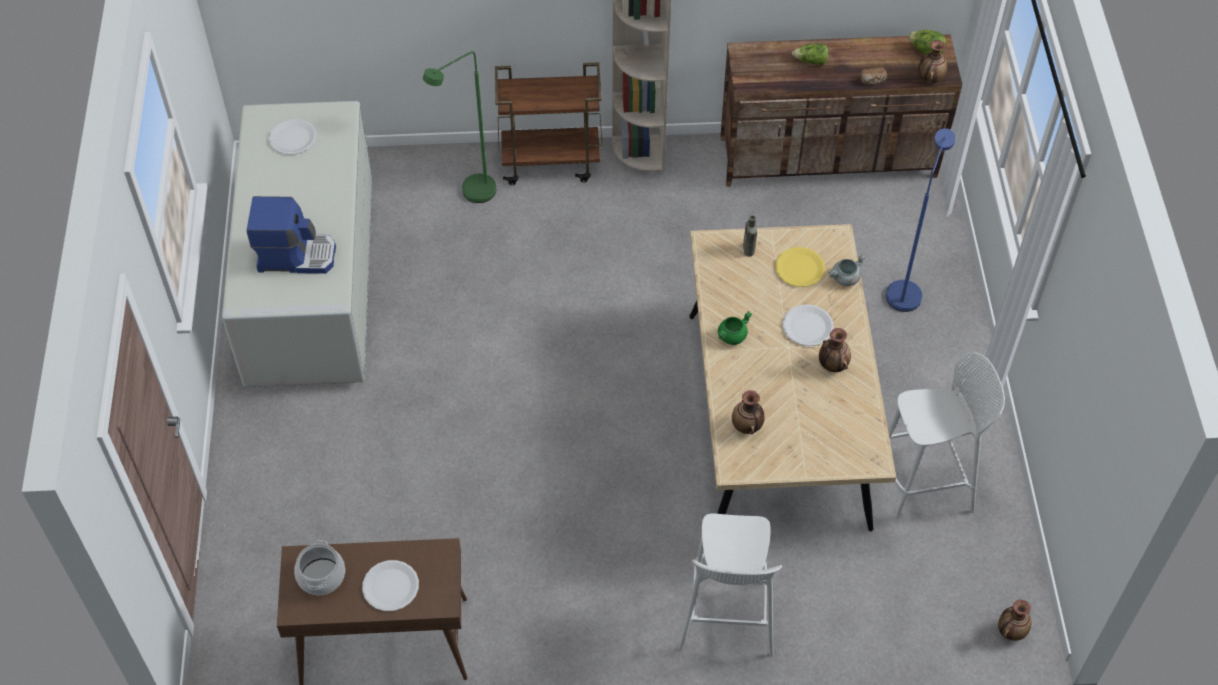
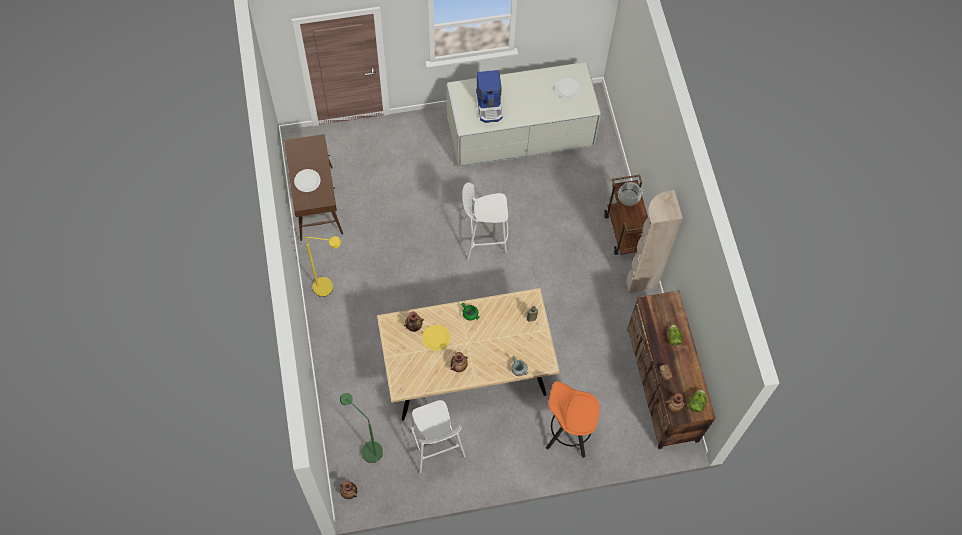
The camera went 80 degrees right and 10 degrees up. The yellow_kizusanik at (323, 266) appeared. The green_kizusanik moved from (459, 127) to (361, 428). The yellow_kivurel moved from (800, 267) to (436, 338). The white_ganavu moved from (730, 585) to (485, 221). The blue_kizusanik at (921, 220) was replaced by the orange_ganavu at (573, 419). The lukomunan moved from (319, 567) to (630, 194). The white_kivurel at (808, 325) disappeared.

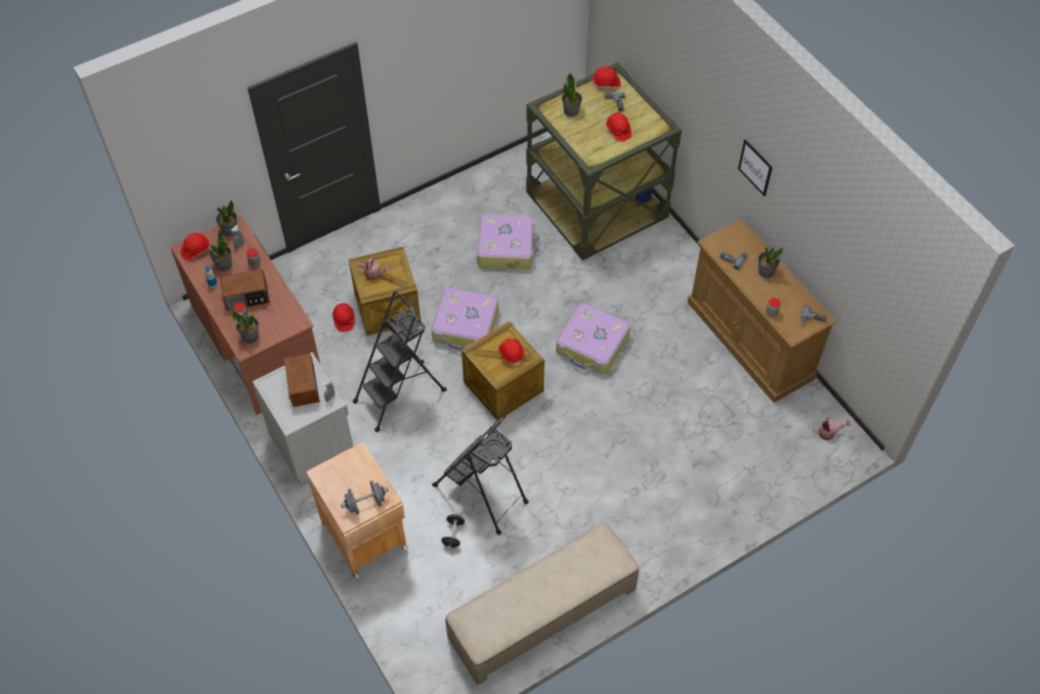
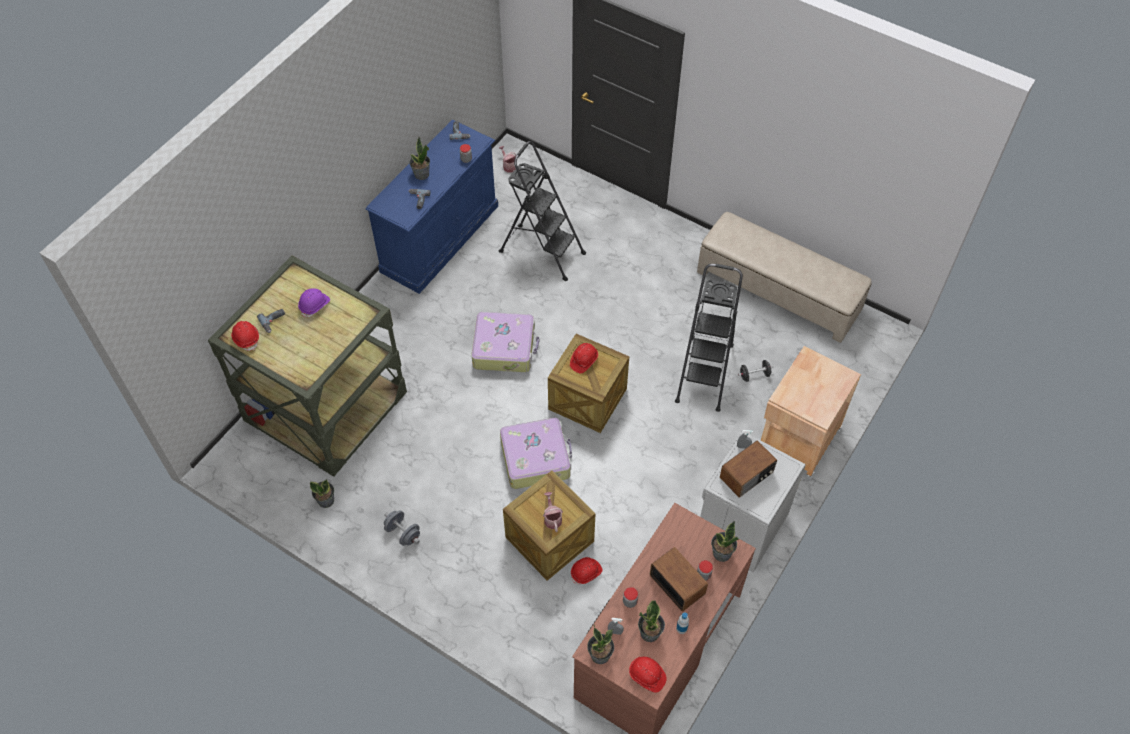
The camera went 115 degrees left and 0 degrees up. The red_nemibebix at (619, 127) became the purple_nemibebix at (314, 303). The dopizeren moved from (572, 95) to (321, 493). The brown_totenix at (761, 311) became the blue_totenix at (432, 207). The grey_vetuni moved from (364, 497) to (402, 528). The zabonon moved from (400, 361) to (542, 211). The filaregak at (508, 241) disappeared. The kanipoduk at (755, 167) disappeared.

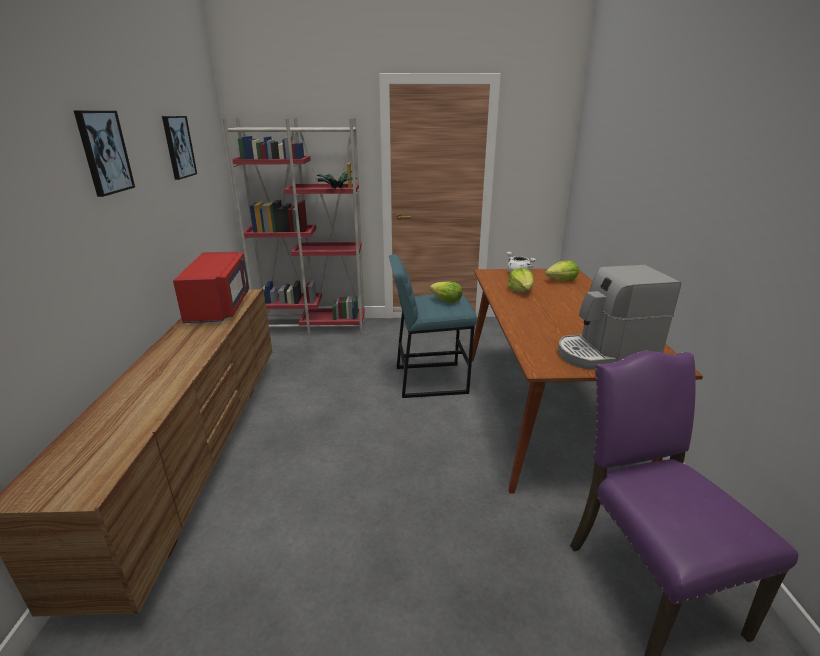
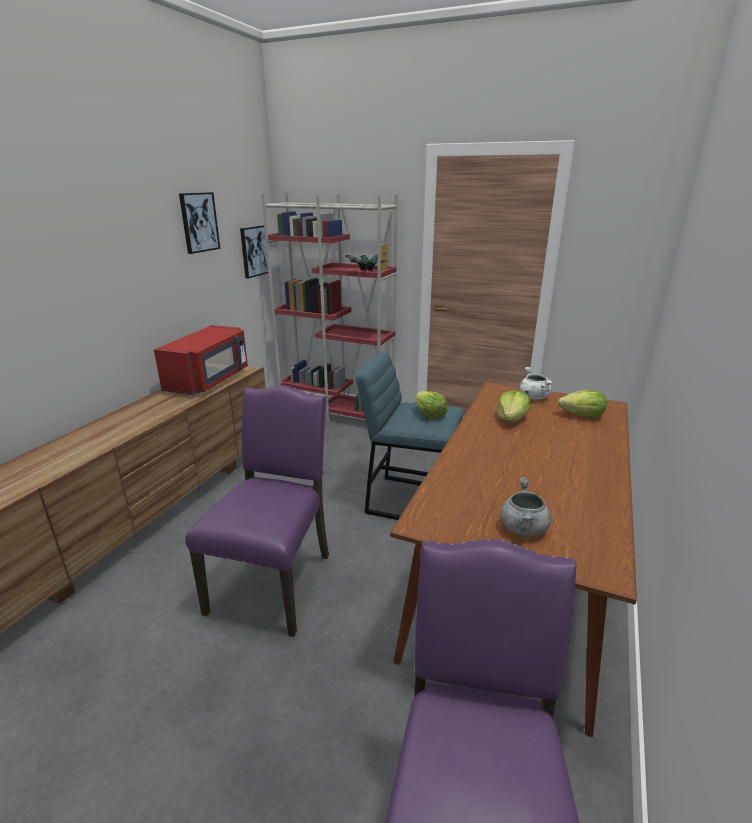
The camera went 25 degrees right and 0 degrees up. The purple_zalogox at (257, 511) appeared. The kanipoduk moved from (104, 154) to (254, 252). The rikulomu at (619, 317) was replaced by the grey_lukomunan at (525, 506).

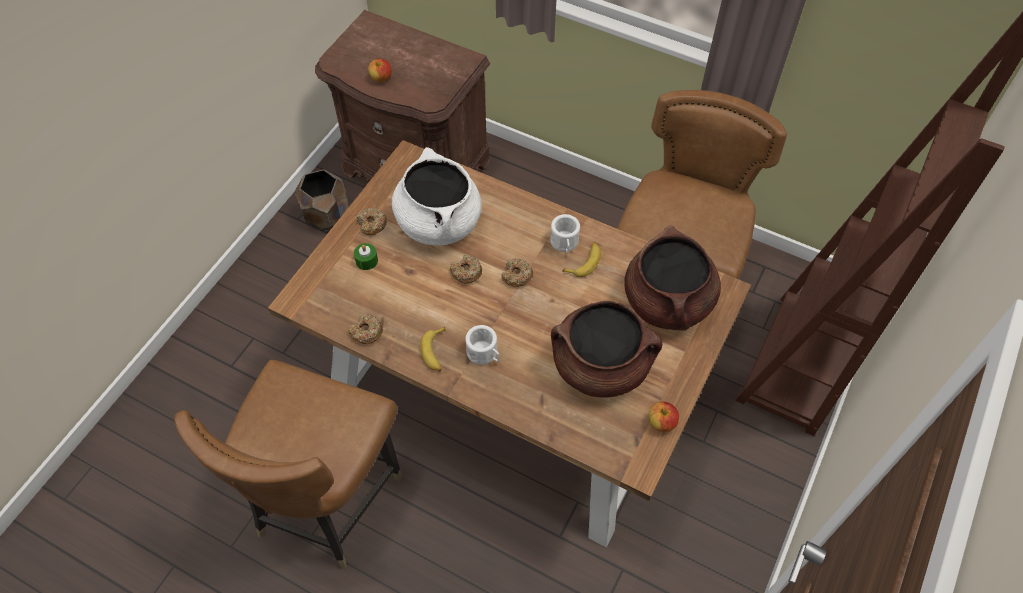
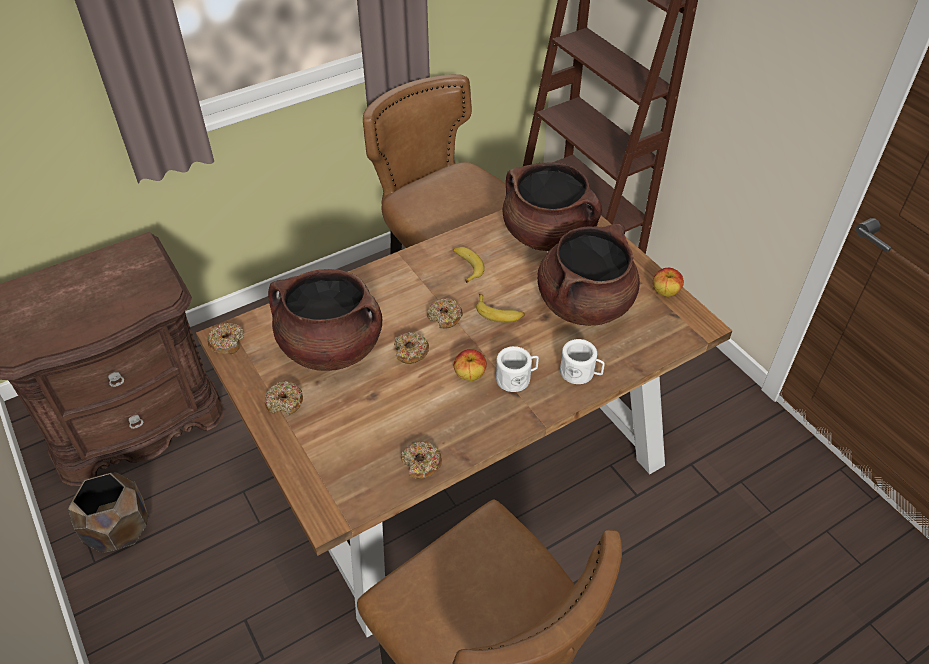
The camera went 60 degrees left and 10 degrees down. The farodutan at (226, 338) appeared. The white_lukomunan at (437, 196) became the brown_lukomunan at (325, 320). The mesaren moved from (380, 70) to (470, 365). The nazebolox moved from (433, 349) to (500, 308). The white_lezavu moved from (565, 234) to (582, 361). The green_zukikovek at (366, 256) disappeared.

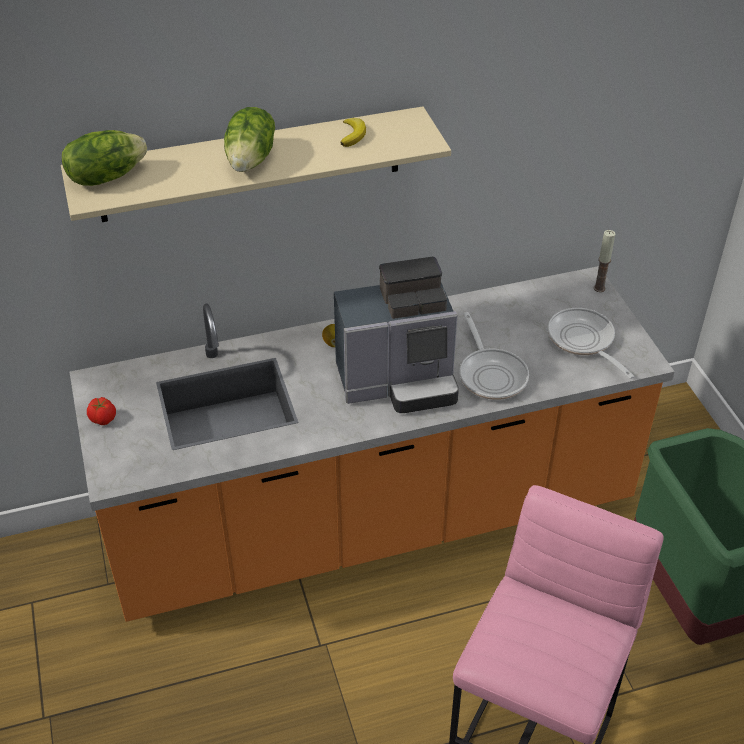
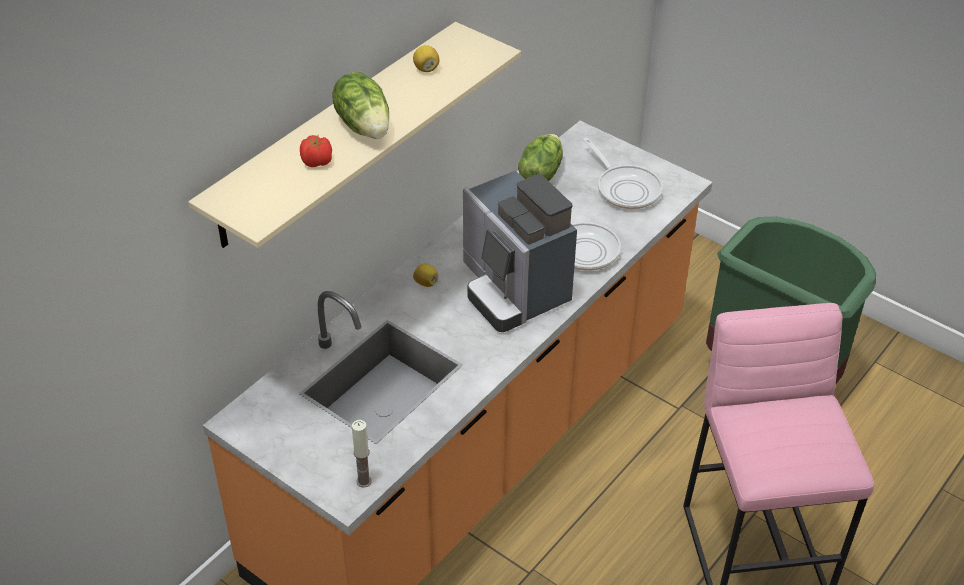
The camera went 35 degrees left and 0 degrees up. The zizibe moved from (101, 411) to (316, 151). The zukikovek moved from (604, 261) to (362, 454). The nazebolox at (353, 132) was replaced by the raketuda at (426, 58). The rikulomu at (396, 335) turned 105 degrees clockwise. The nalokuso moved from (104, 158) to (540, 157). The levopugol at (591, 343) turned 150 degrees counterclockwise.

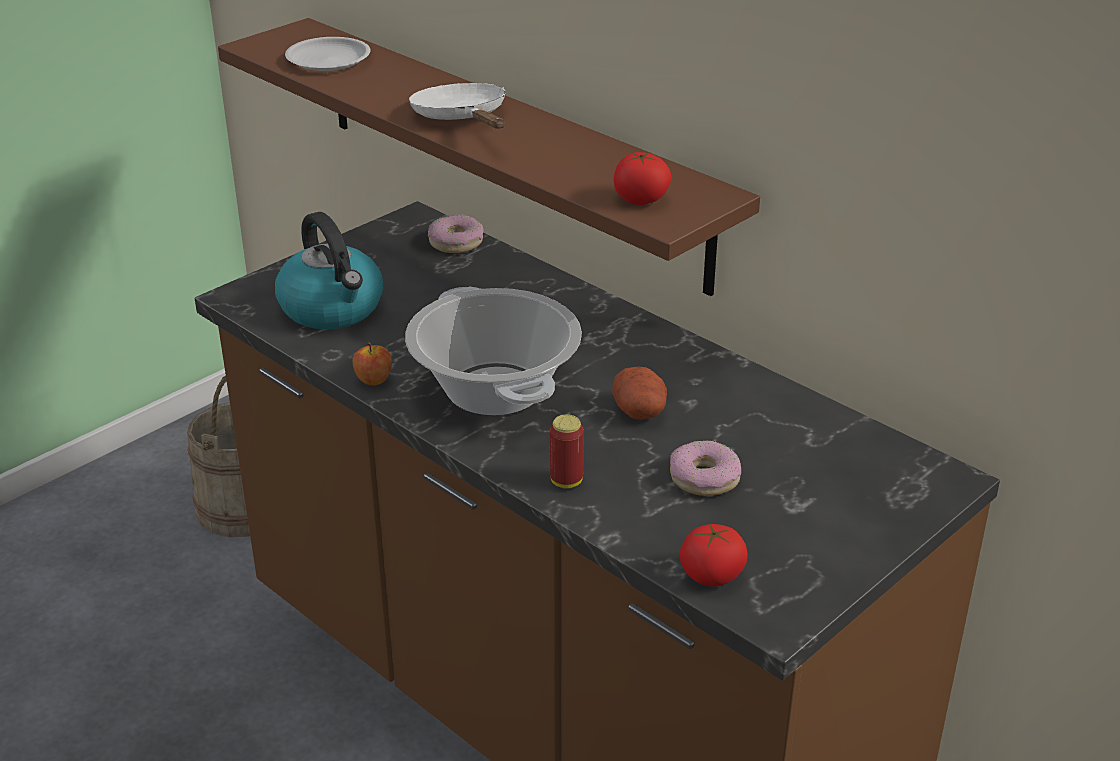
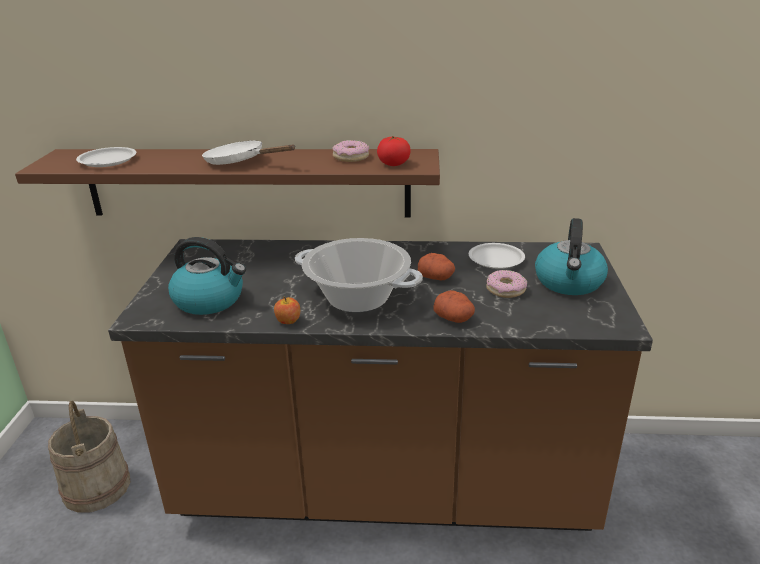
The camera went 40 degrees left and 5 degrees down. The farodutan moved from (456, 234) to (350, 151). The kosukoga at (567, 451) was replaced by the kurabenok at (454, 306). The white_kivurel at (497, 256) appeared. The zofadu at (571, 256) appeared. The zizibe at (713, 555) disappeared.

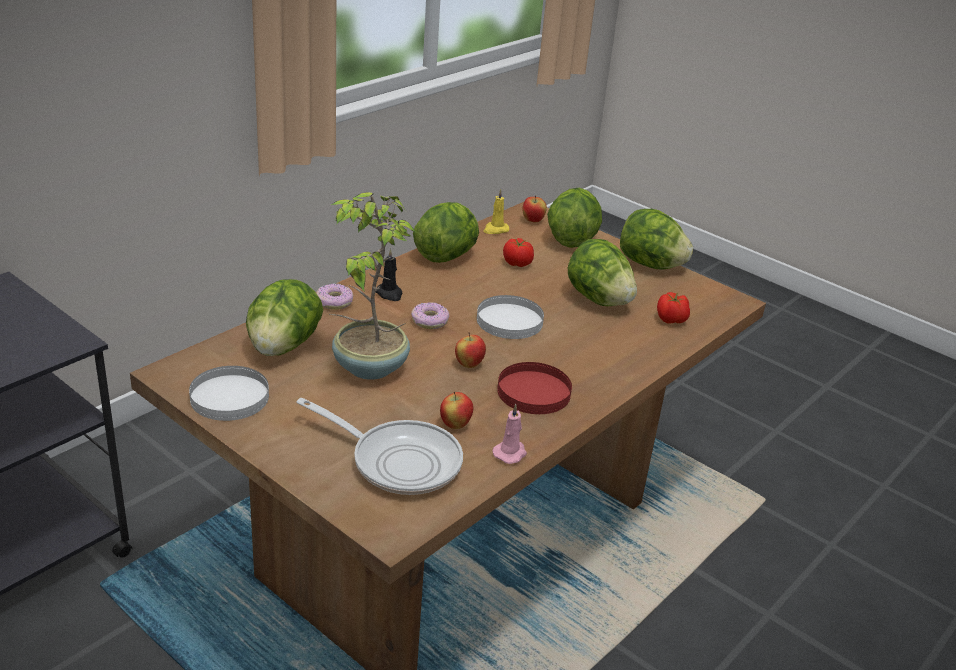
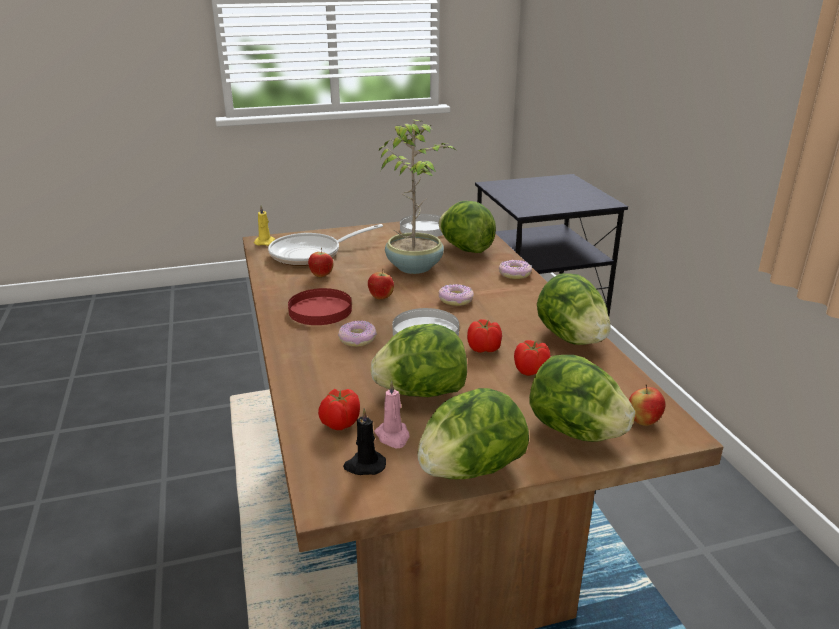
The camera went 125 degrees right and 5 degrees down. The yellow_zukikovek moved from (496, 211) to (264, 225). The farodutan at (357, 334) appeared. The black_zukikovek moved from (389, 275) to (364, 441). The pink_zukikovek moved from (509, 434) to (392, 414). The zizibe at (484, 336) appeared.

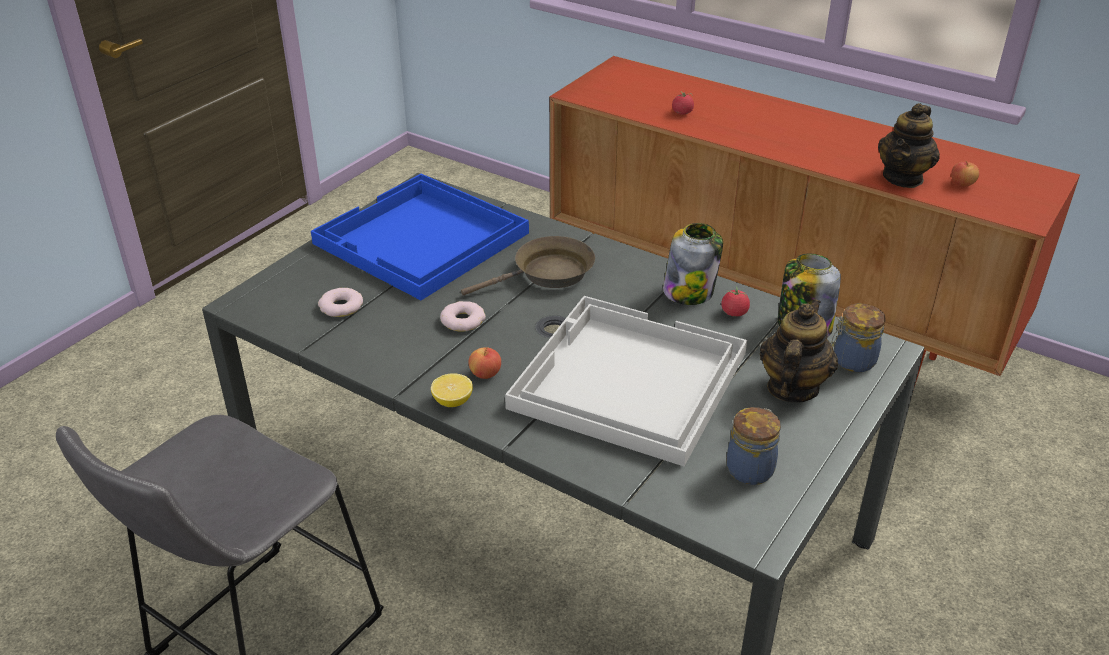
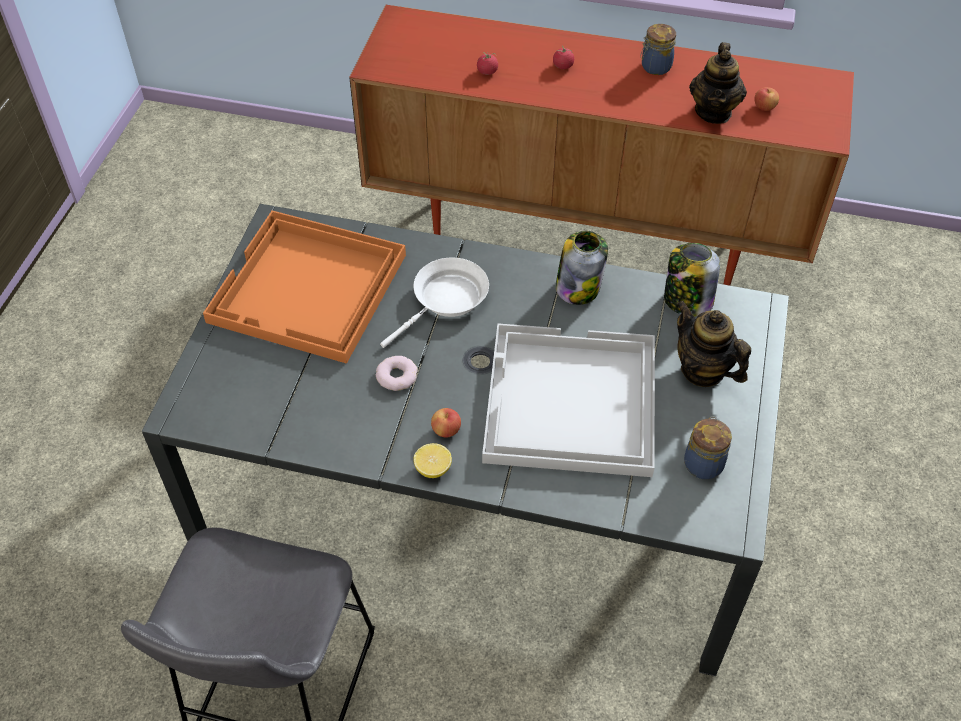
The camera went 20 degrees left and 15 degrees up. The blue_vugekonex at (420, 237) became the orange_vugekonex at (304, 287). The brown_levopugol at (528, 266) became the white_levopugol at (434, 302). The zizibe moved from (735, 301) to (563, 57). The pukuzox moved from (858, 337) to (658, 49). The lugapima at (799, 350) turned 45 degrees counterclockwise. The farodutan at (340, 302) disappeared.

